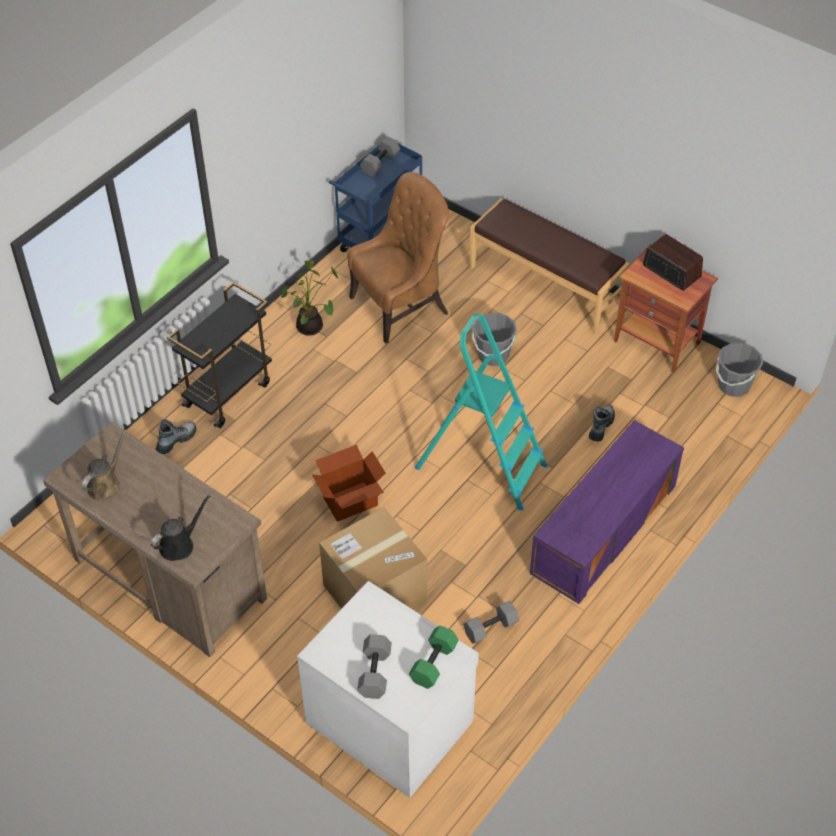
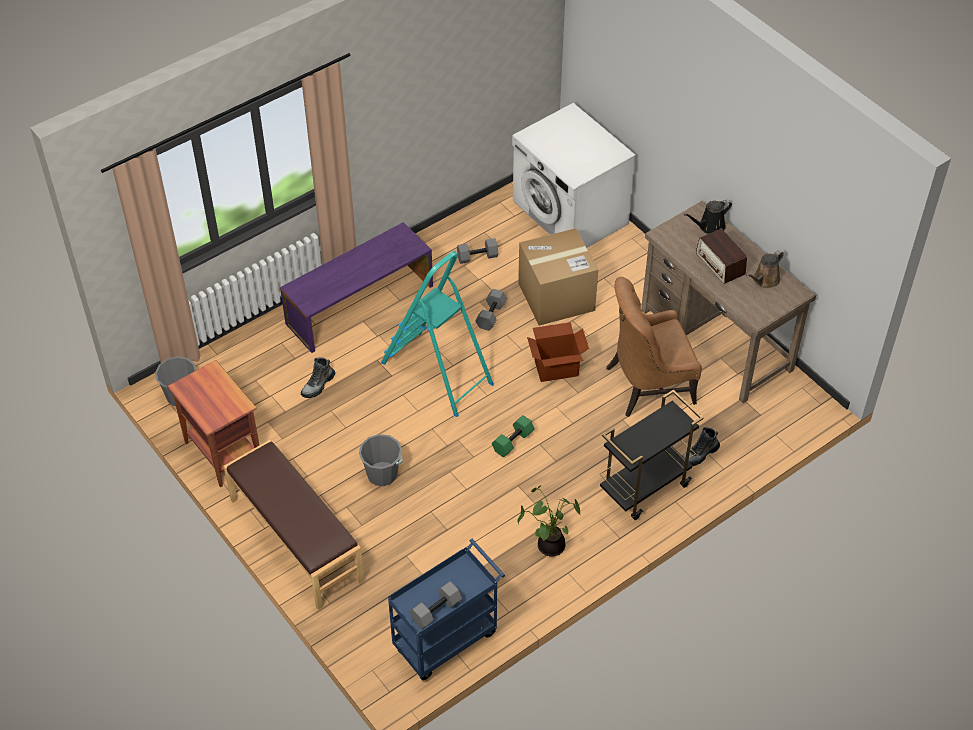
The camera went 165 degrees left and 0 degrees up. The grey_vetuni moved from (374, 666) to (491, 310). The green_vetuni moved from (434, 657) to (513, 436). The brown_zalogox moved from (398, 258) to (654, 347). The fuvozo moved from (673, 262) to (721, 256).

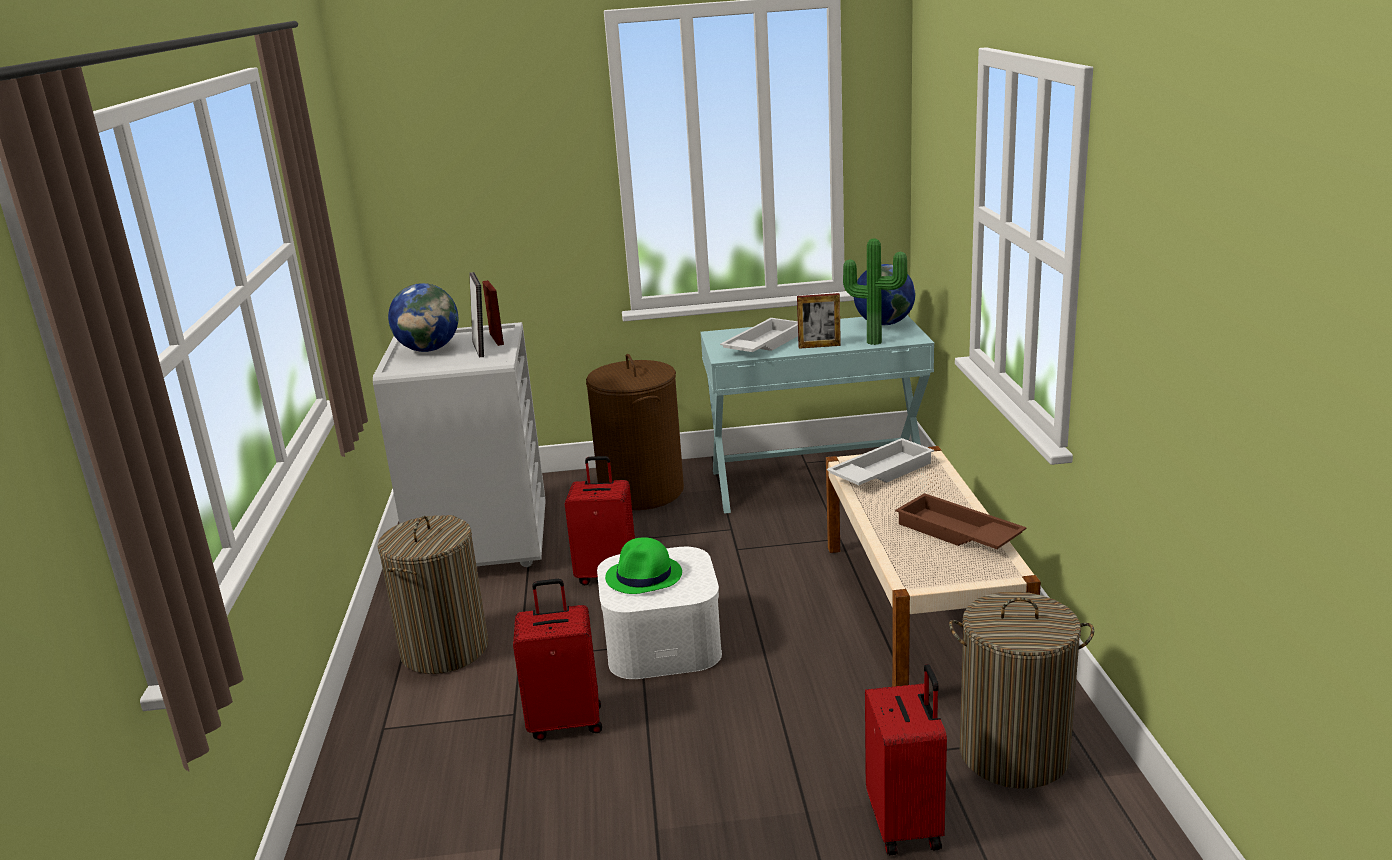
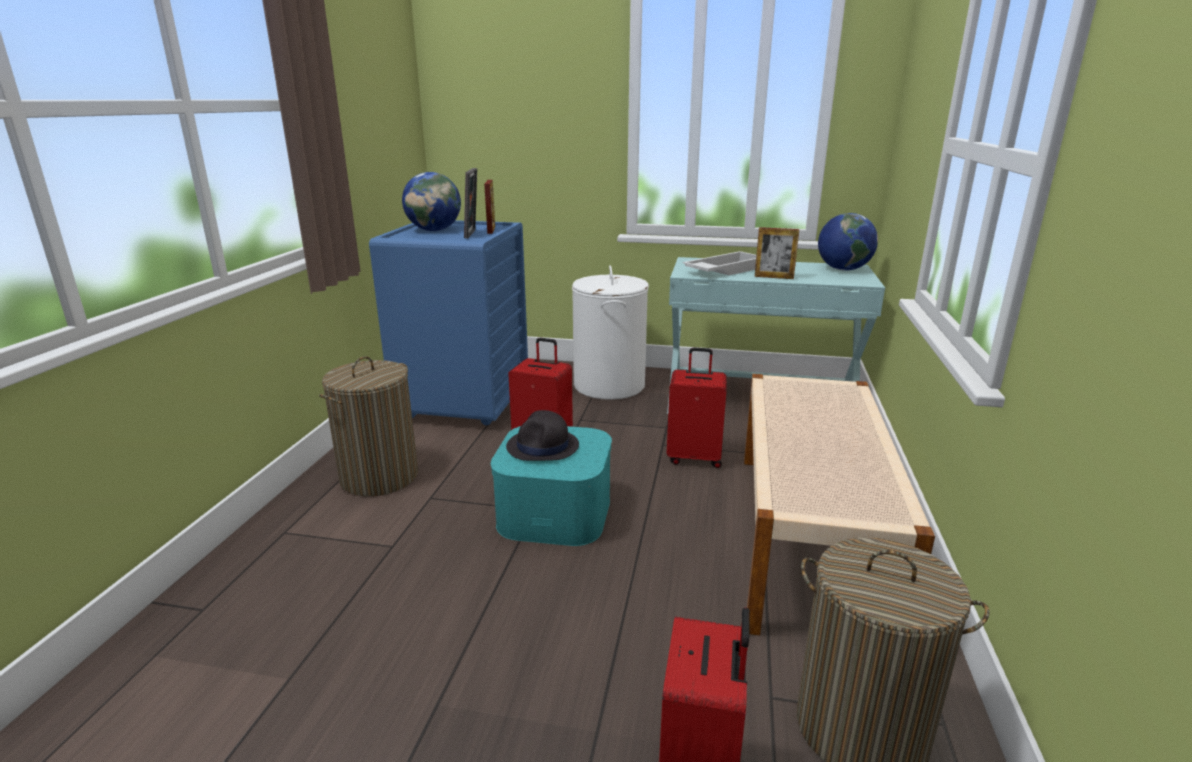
The camera went 15 degrees right and 0 degrees up. The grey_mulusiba at (459, 444) became the blue_mulusiba at (448, 322). The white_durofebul at (659, 613) became the turquoise_durofebul at (551, 486). The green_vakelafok at (643, 565) became the black_vakelafok at (542, 435). The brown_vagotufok at (635, 432) became the white_vagotufok at (610, 332). The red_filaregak moved from (557, 659) to (697, 407). The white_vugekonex at (880, 461) disappeared. The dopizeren at (875, 291) disappeared. The brown_vugekonex at (961, 521) disappeared.

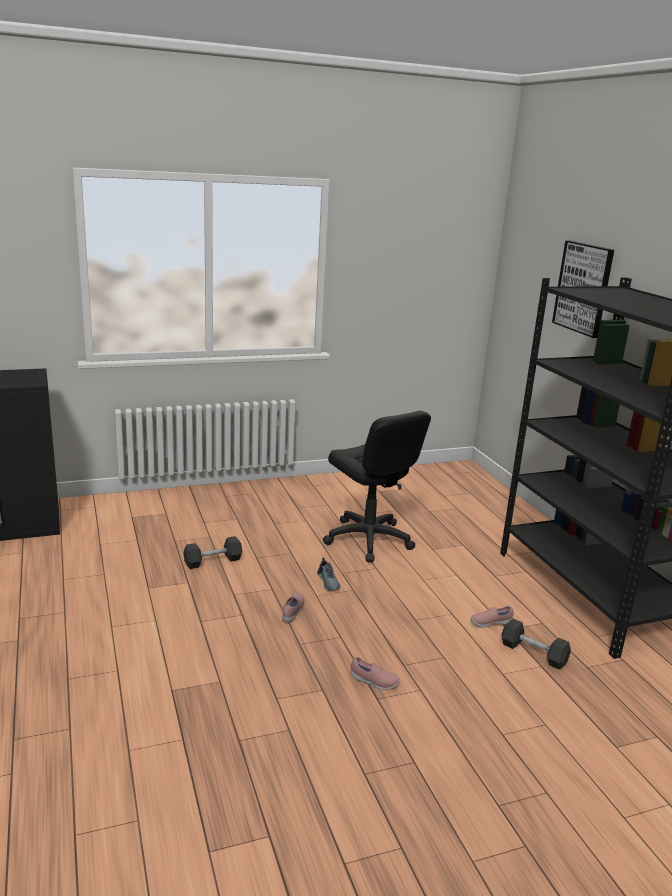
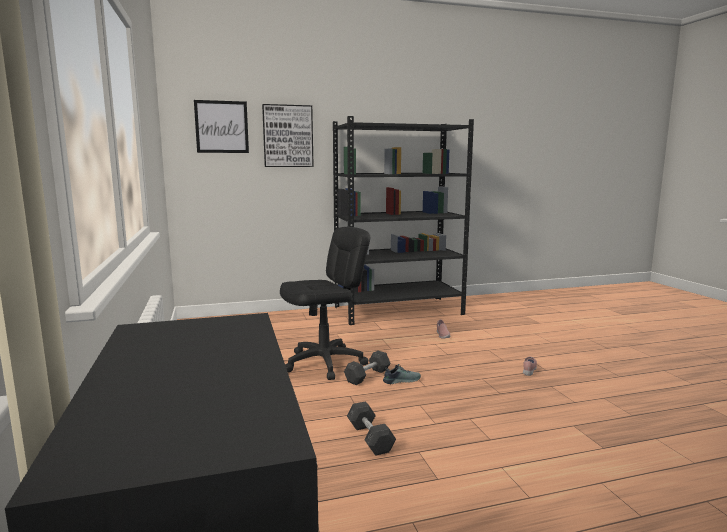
The camera went 85 degrees left and 10 degrees down. The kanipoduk at (221, 126) appeared. The grey_vetuni moved from (536, 644) to (367, 368). The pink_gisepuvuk at (293, 607) disappeared.

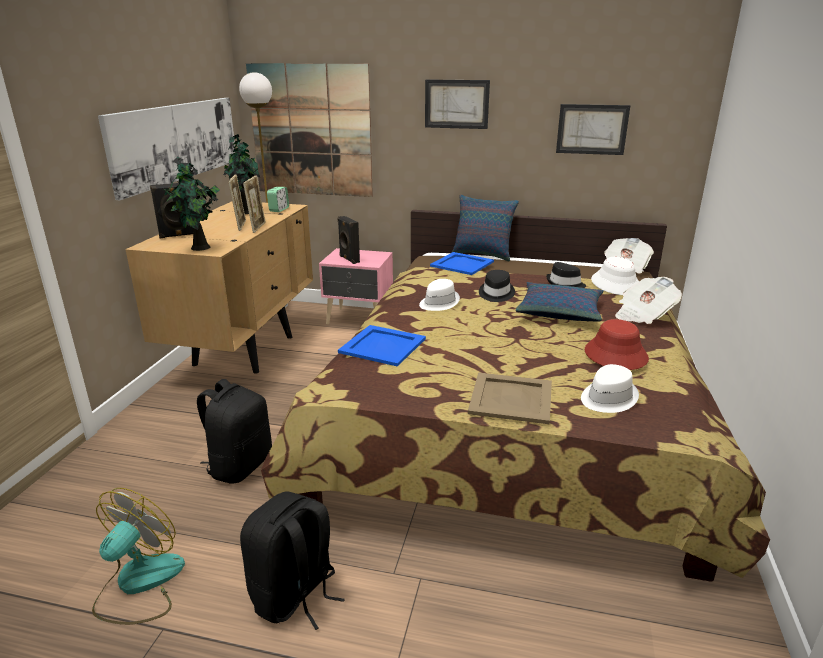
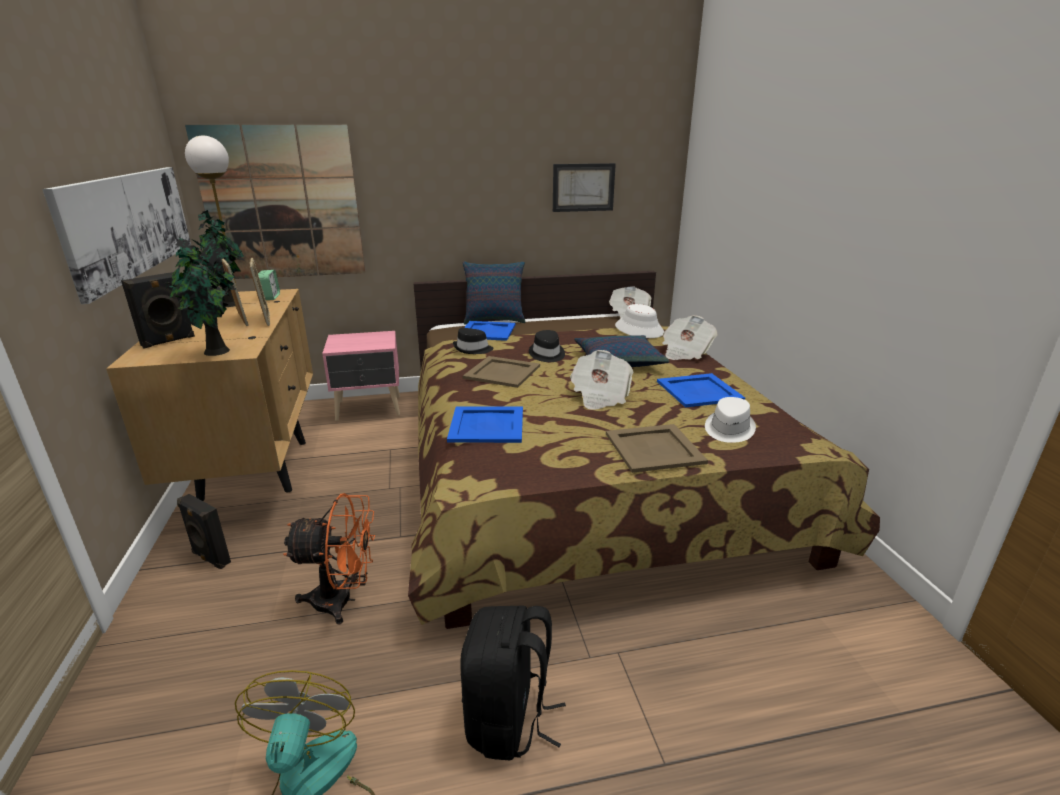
The camera went 25 degrees left and 0 degrees up. The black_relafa moved from (349, 240) to (204, 531). The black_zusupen at (234, 431) was replaced by the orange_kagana at (329, 559). The black_vakelafok moved from (566, 275) to (473, 341). The white_vakelafok at (439, 295) was replaced by the beige_vugekonex at (501, 372). The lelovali at (601, 380) appeared. The red_vakelafok at (617, 344) was replaced by the blue_vugekonex at (701, 390). The kanipoduk at (457, 104) disappeared.

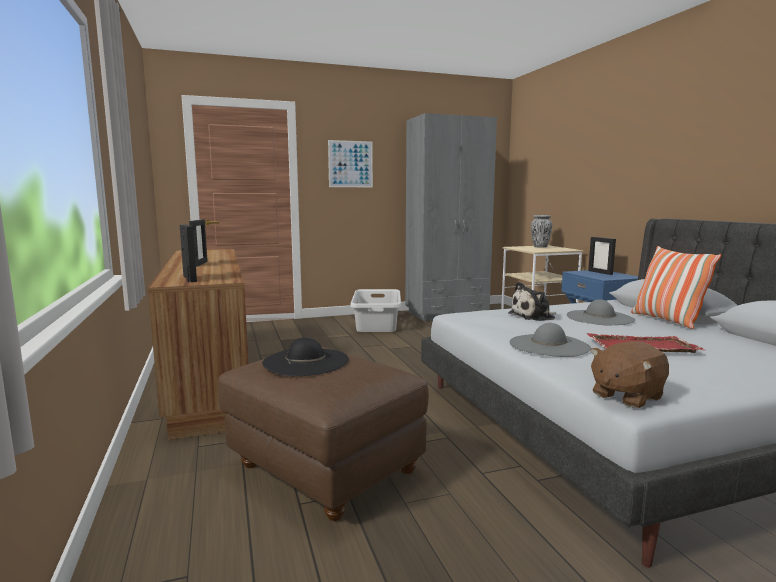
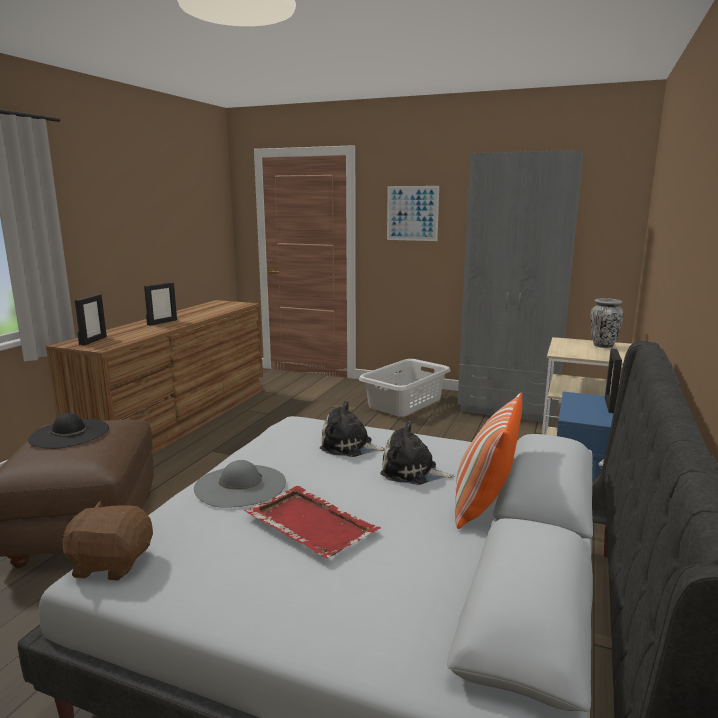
The camera went 40 degrees right and 5 degrees up. The grey_vakelafok at (601, 312) was replaced by the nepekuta at (417, 453).

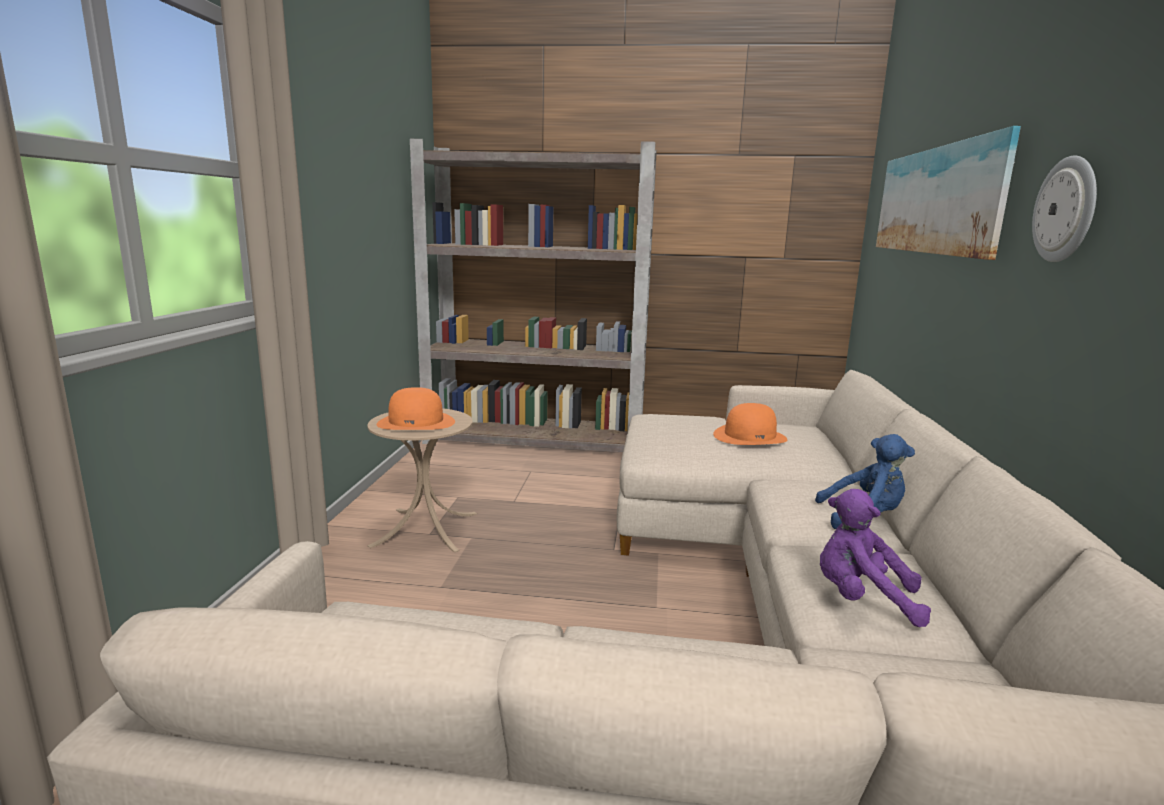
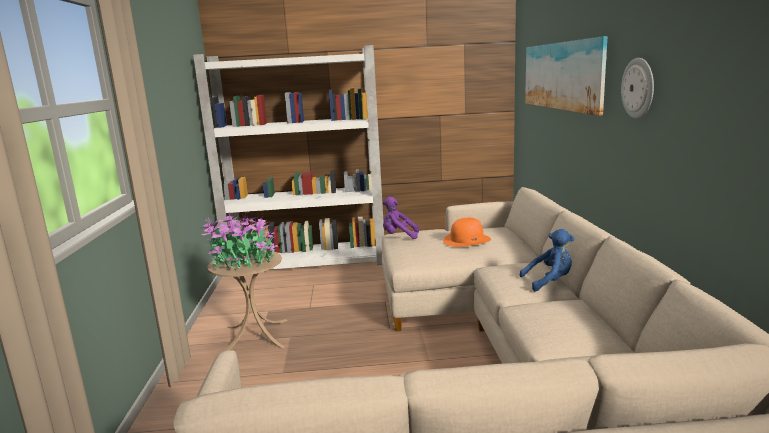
The camera went 10 degrees left and 0 degrees up. The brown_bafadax at (533, 295) became the white_bafadax at (288, 157). The orange_vakelafok at (416, 408) was replaced by the dopizeren at (240, 240). The purple_nepekuta moved from (875, 558) to (401, 218).

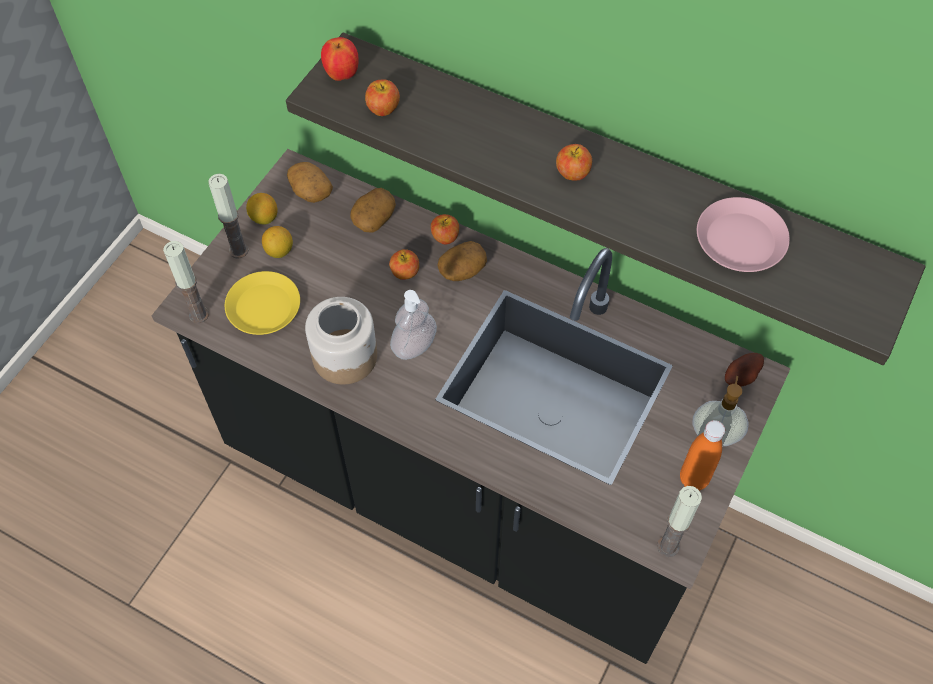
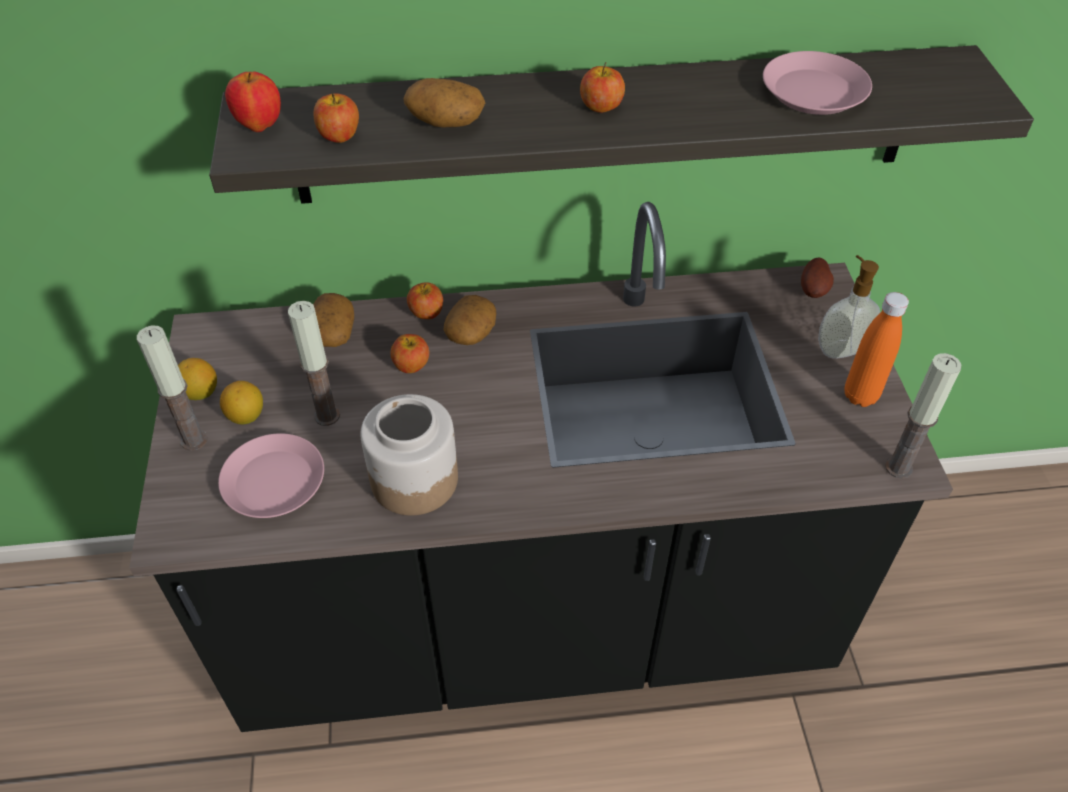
The camera went 35 degrees left and 10 degrees down. The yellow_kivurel at (262, 303) became the pink_kivurel at (271, 475). The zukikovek moved from (186, 282) to (314, 363). The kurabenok moved from (310, 182) to (444, 102). The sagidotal at (413, 325) disappeared.

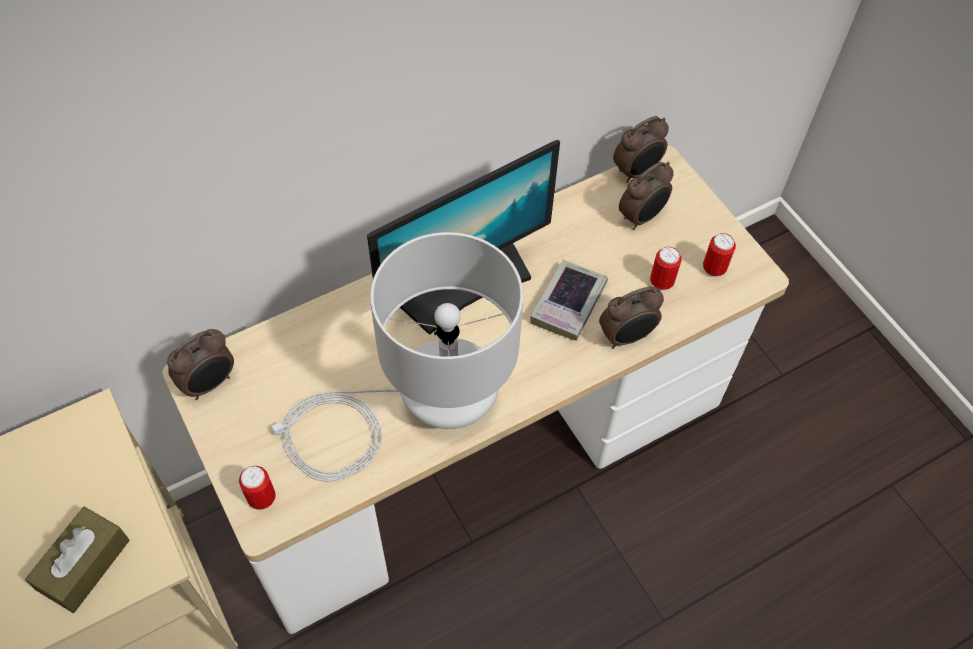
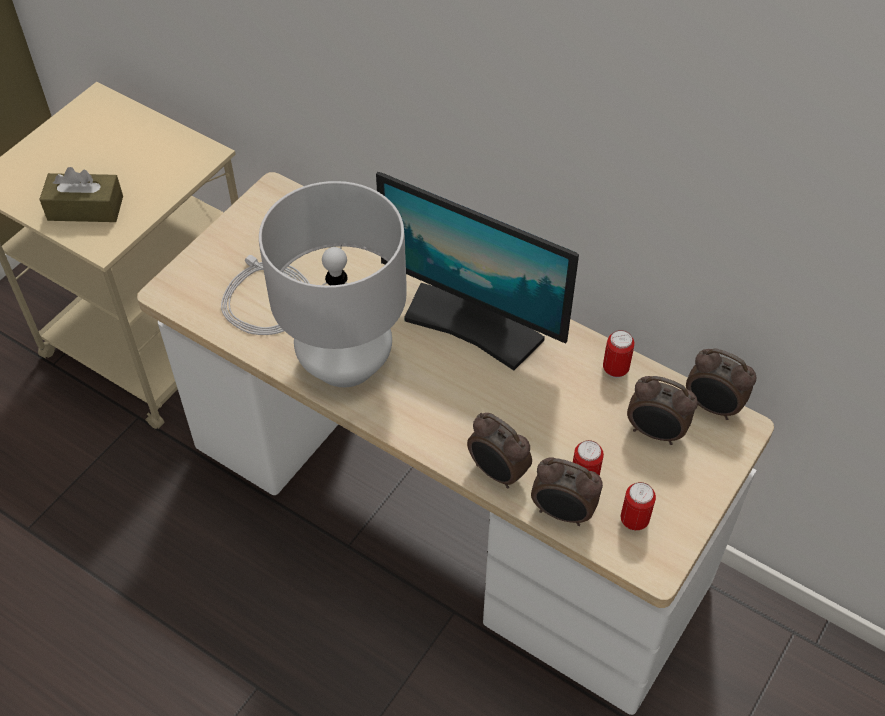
The camera went 65 degrees right and 5 degrees down. The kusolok moved from (200, 364) to (567, 491). The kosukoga moved from (257, 488) to (618, 354). The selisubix at (569, 300) disappeared.

